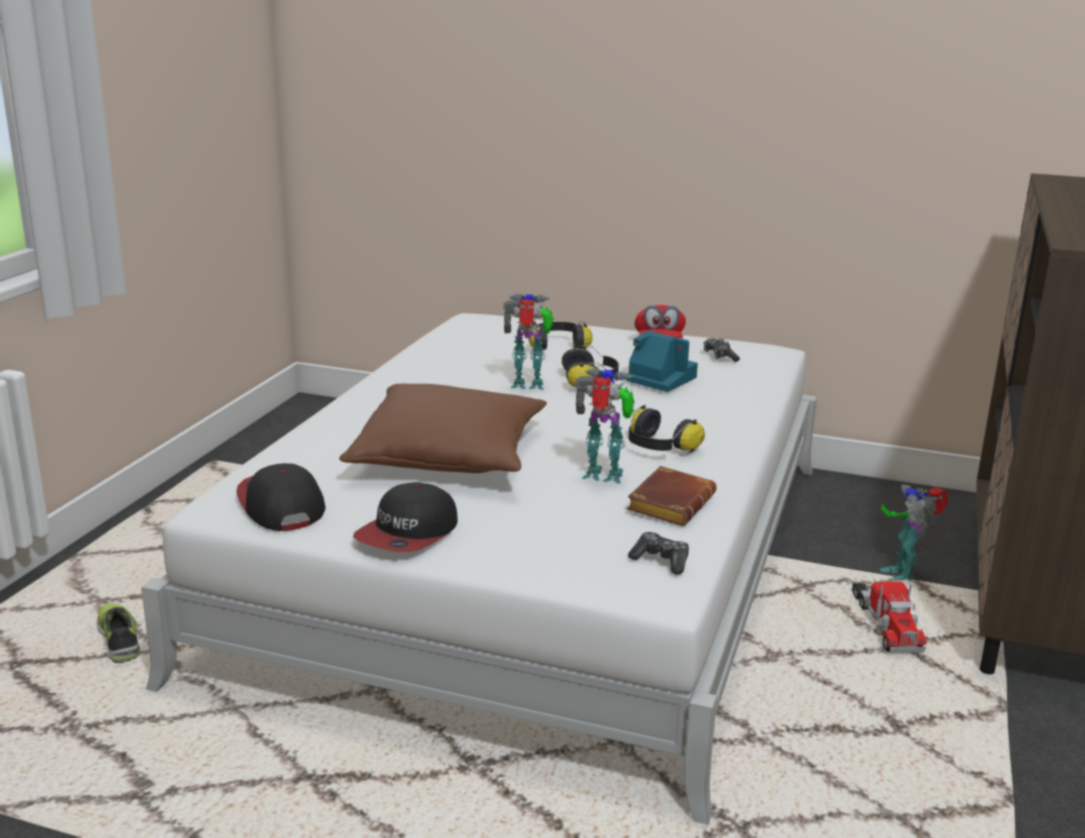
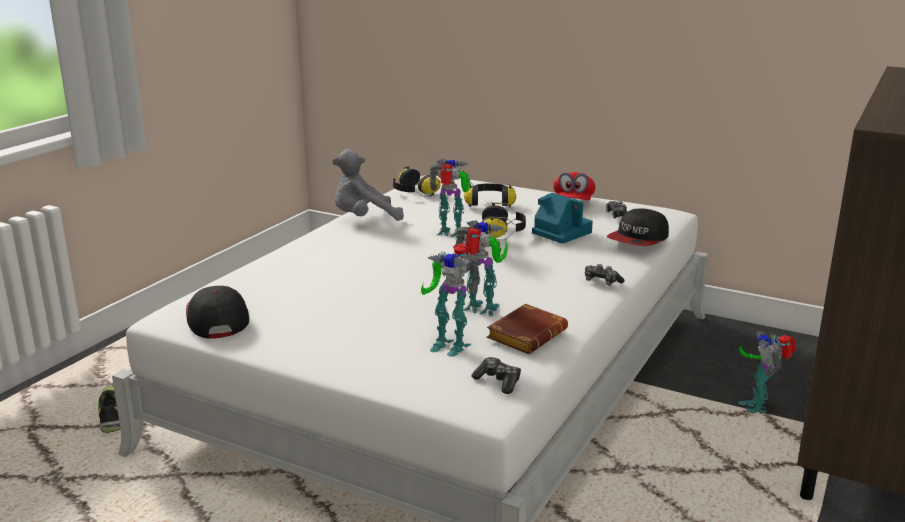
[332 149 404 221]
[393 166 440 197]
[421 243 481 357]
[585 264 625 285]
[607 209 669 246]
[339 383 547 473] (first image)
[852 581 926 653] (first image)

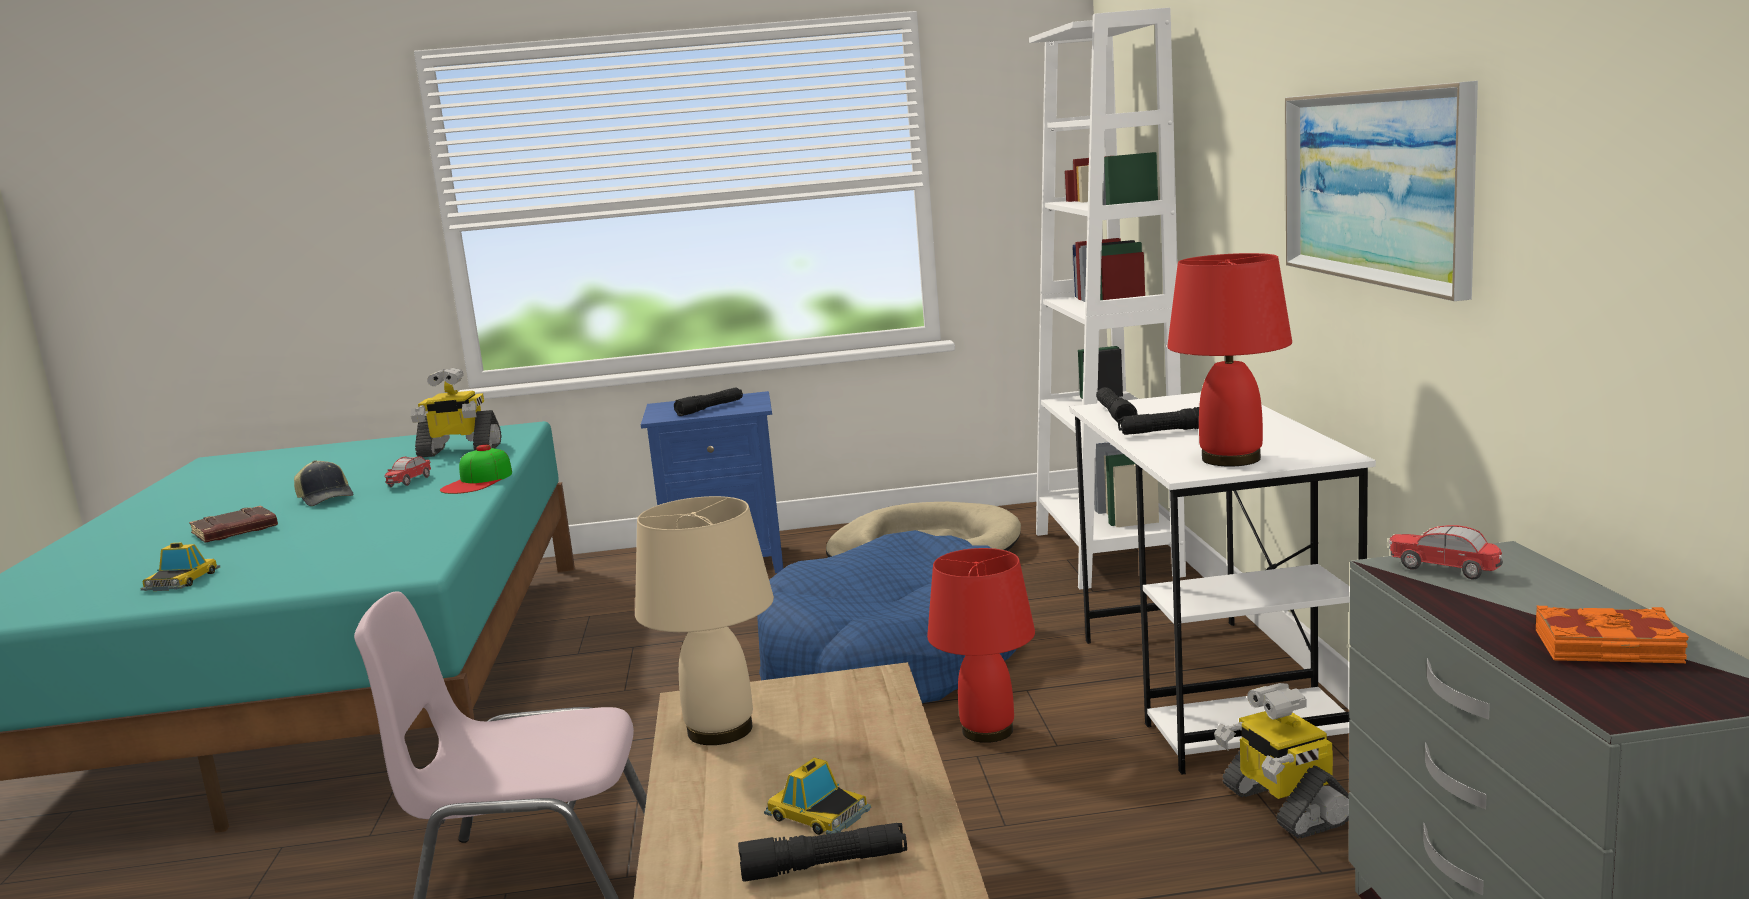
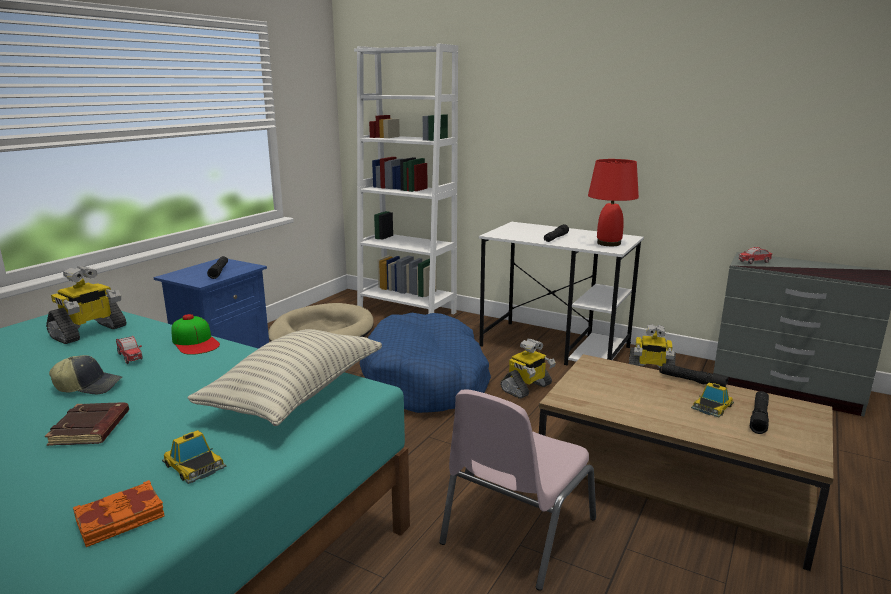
[73 480 165 547]
[188 329 382 426]
[500 339 556 399]
[660 363 728 387]
[691 383 734 417]
[635 496 774 745] (first image)
[1285 81 1478 301] (first image)

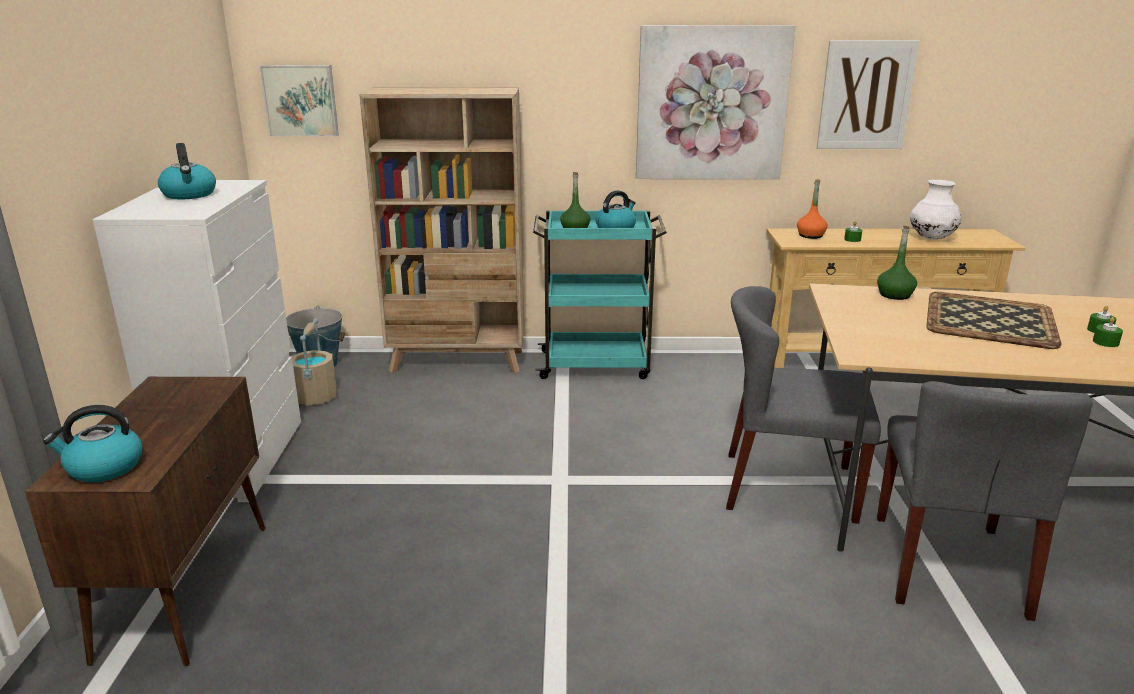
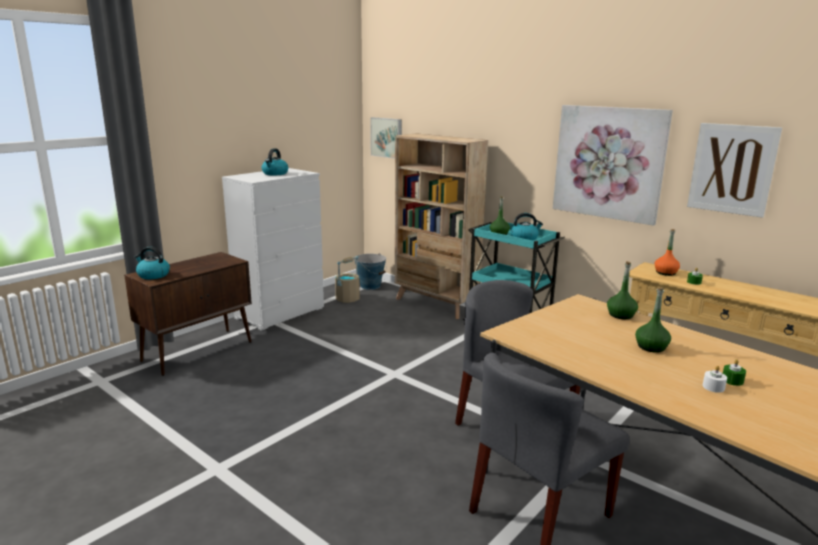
[635 287 671 353]
[703 366 727 393]
[910 180 961 240] (first image)

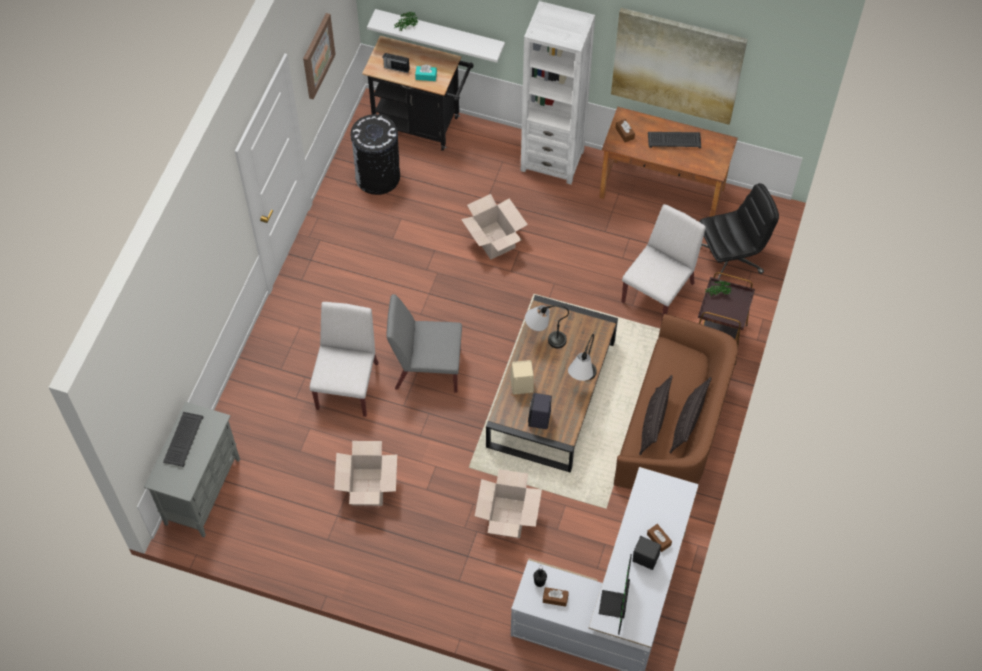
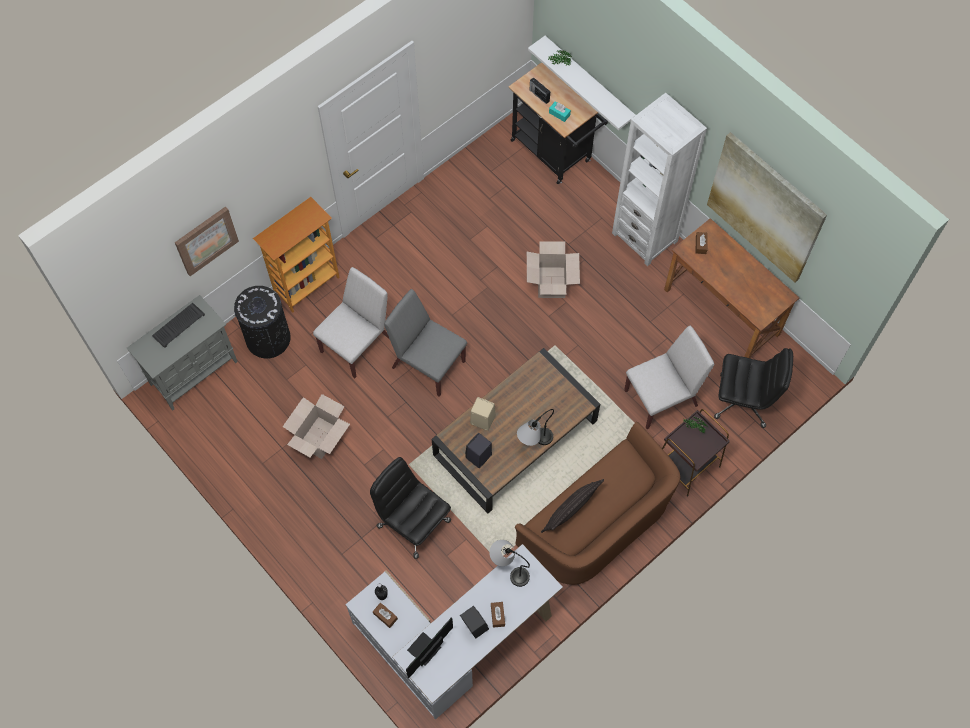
[175 206 239 276]
[234 286 291 358]
[253 197 340 313]
[370 457 451 559]
[489 540 530 587]
[648 132 701 148] (first image)
[670 377 711 453] (first image)

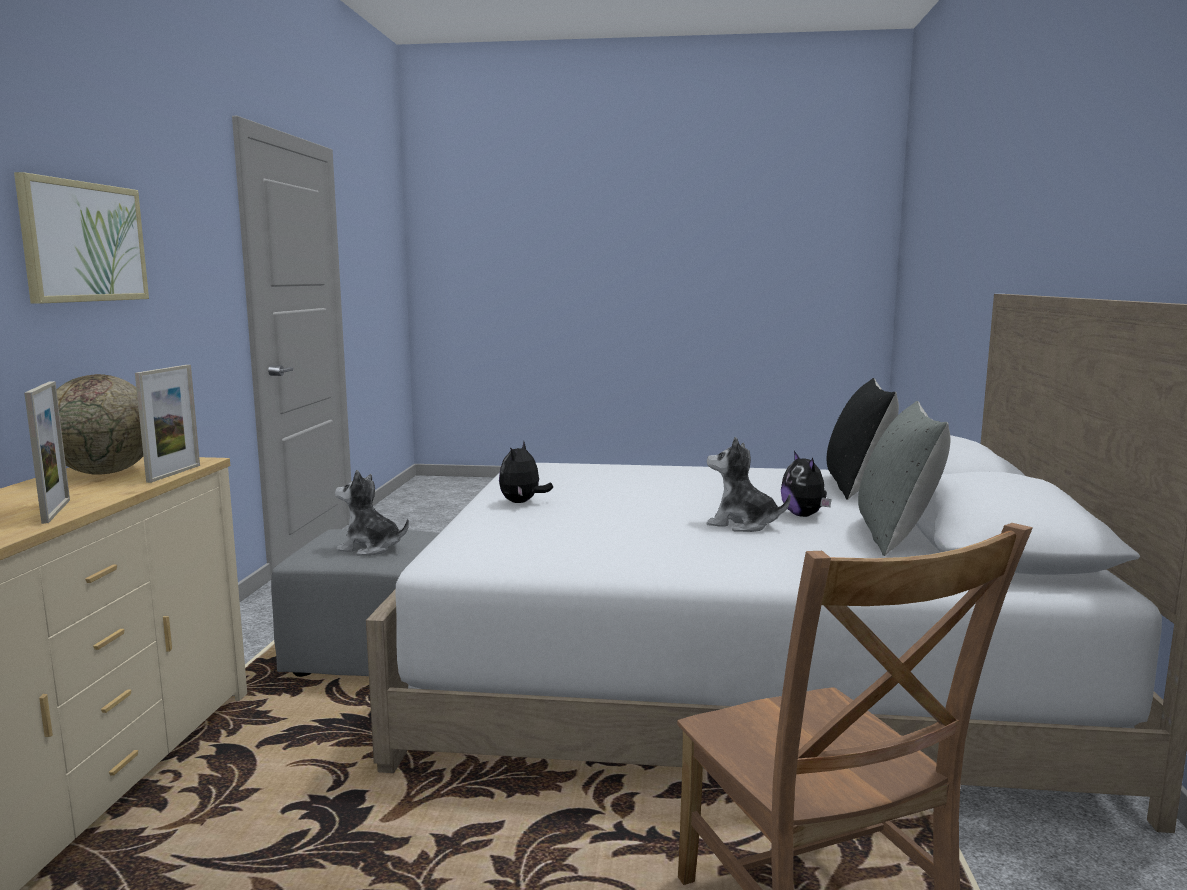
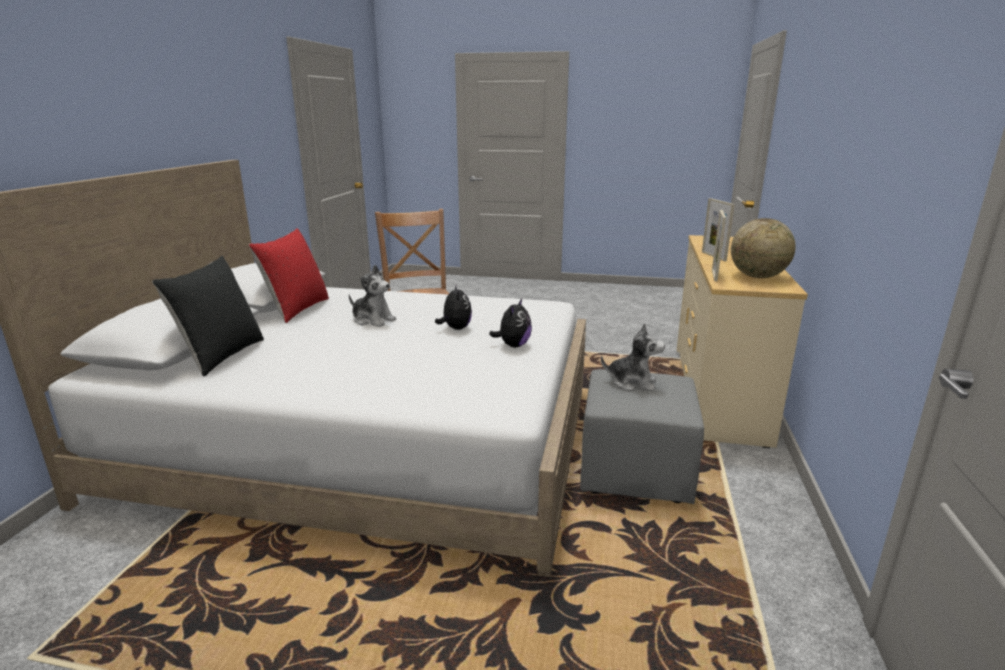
[249 228 329 323]
[435 283 472 330]
[14 172 149 304] (first image)

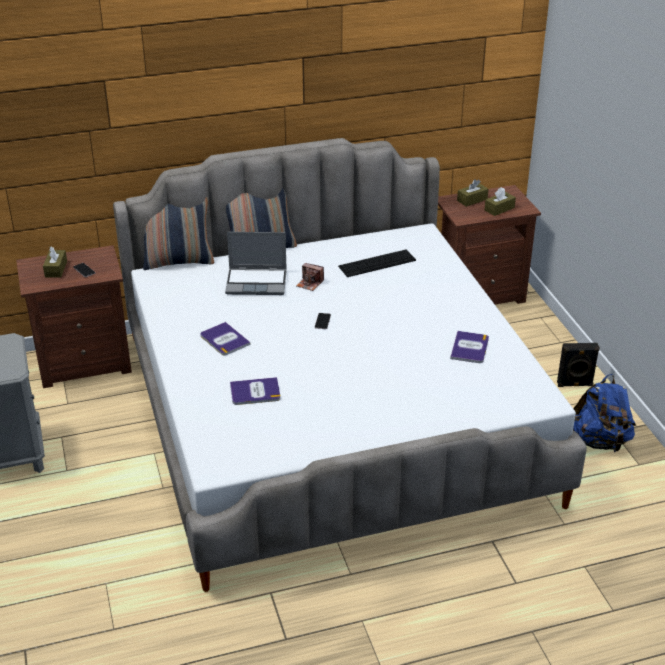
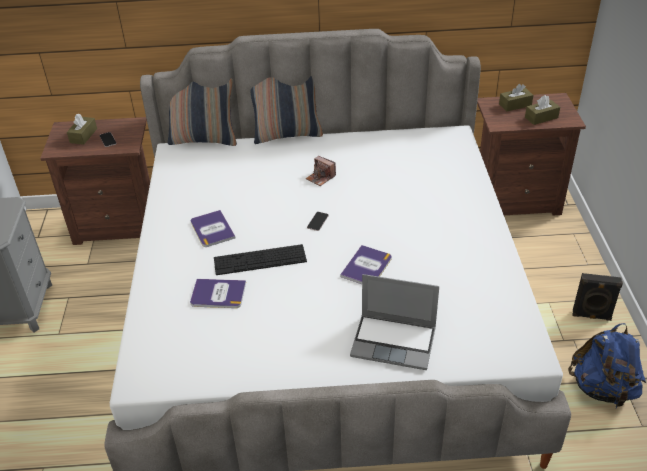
[214 244 307 275]
[340 245 392 284]
[350 274 439 370]

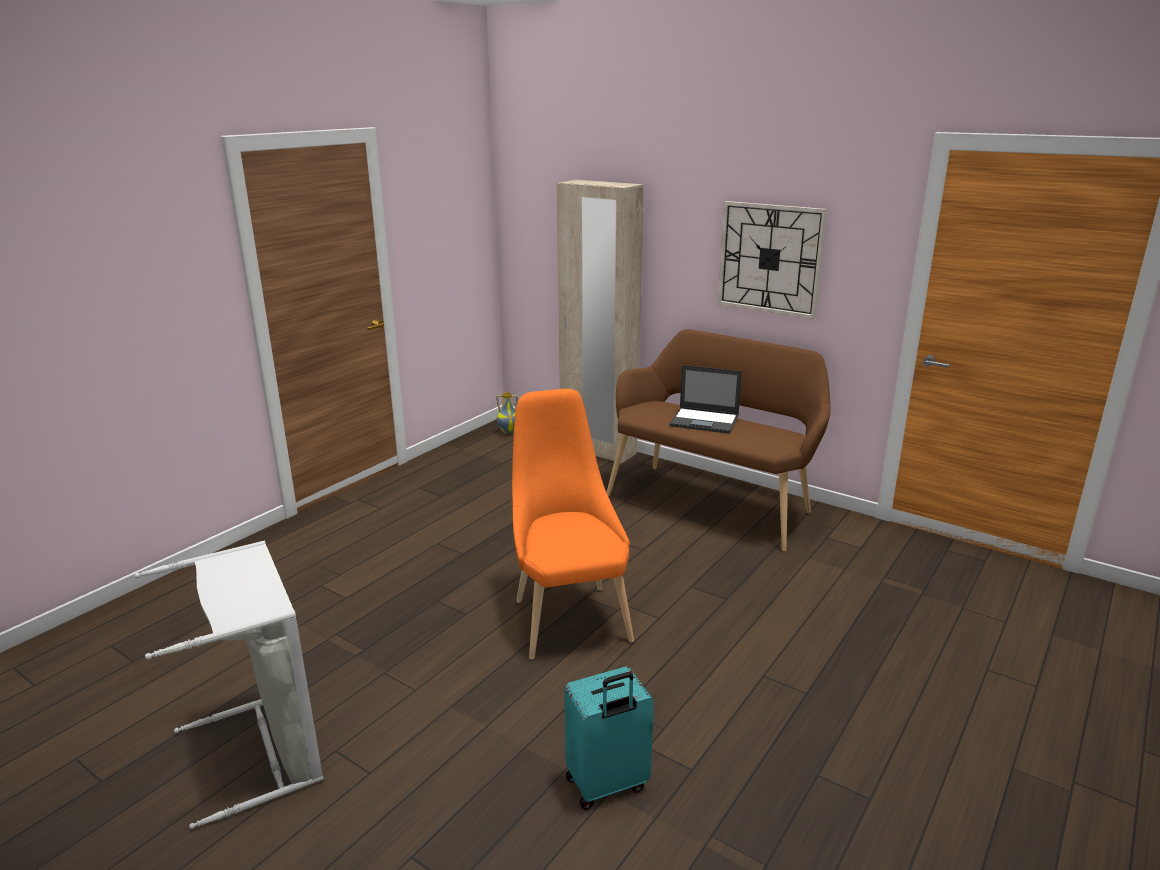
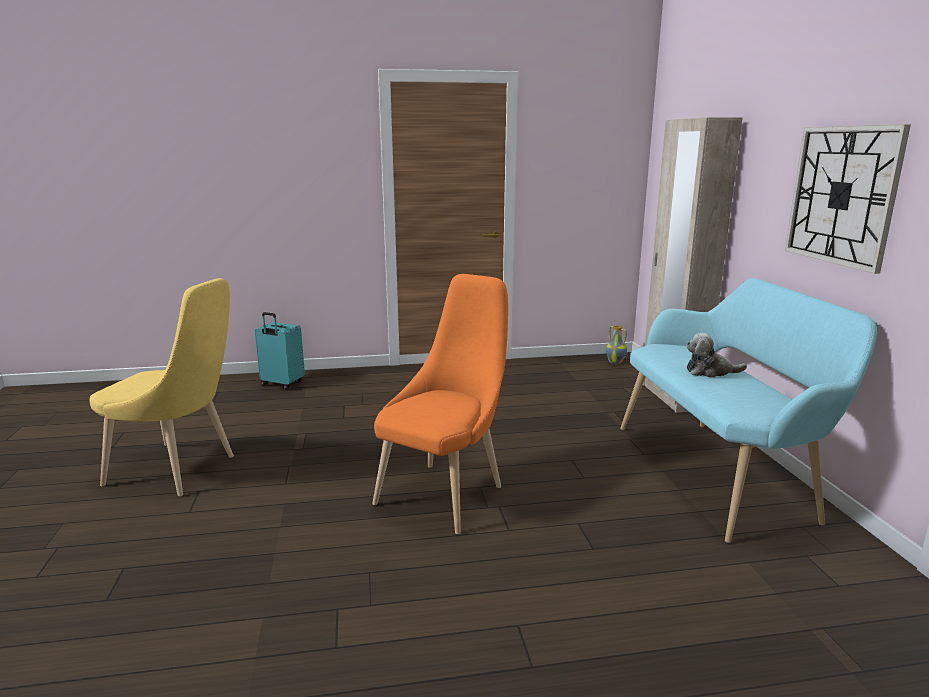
[89 278 234 496]
[255 312 305 389]
[620 278 877 543]
[686 333 747 378]

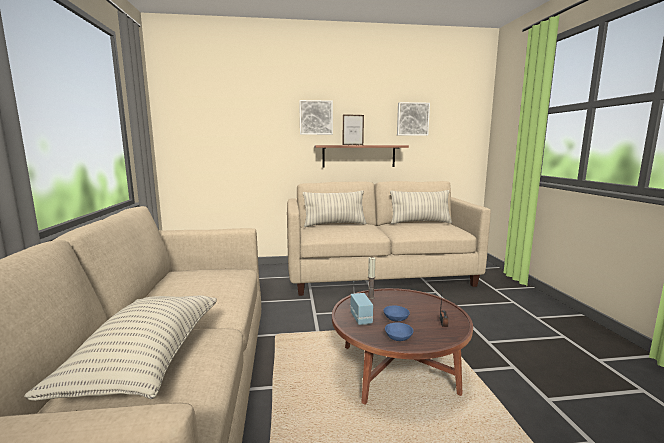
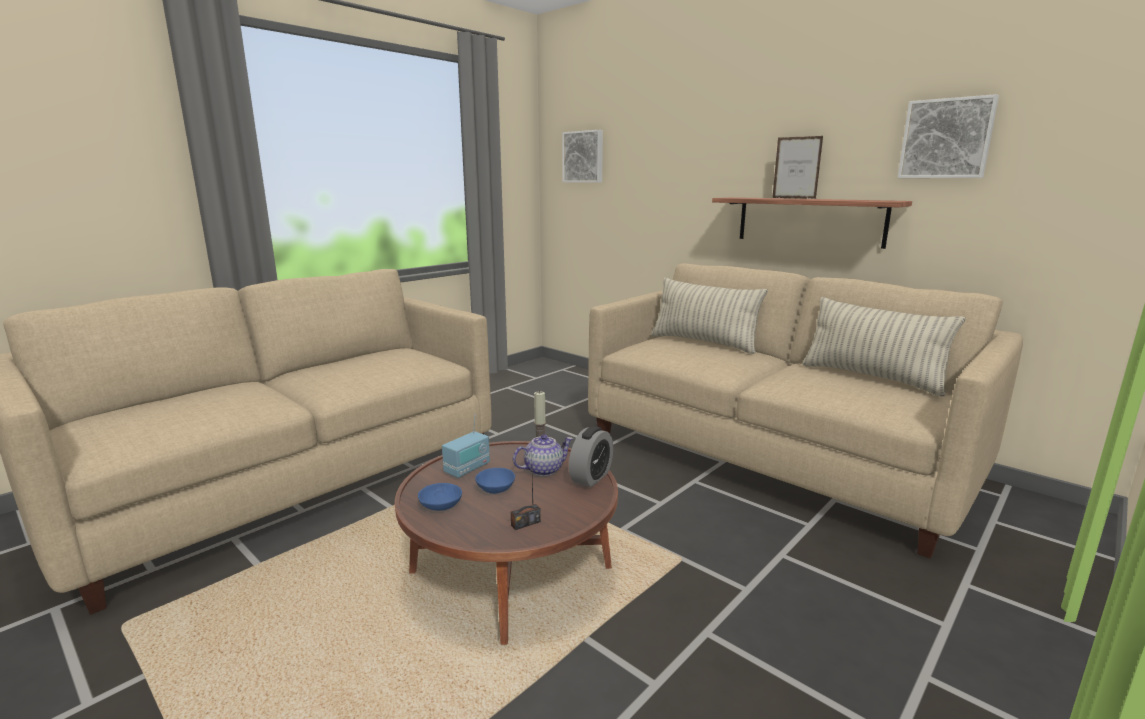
[513 434 573 476]
[562 130 603 183]
[569 426 613 487]
[24 295 217 401] (first image)

